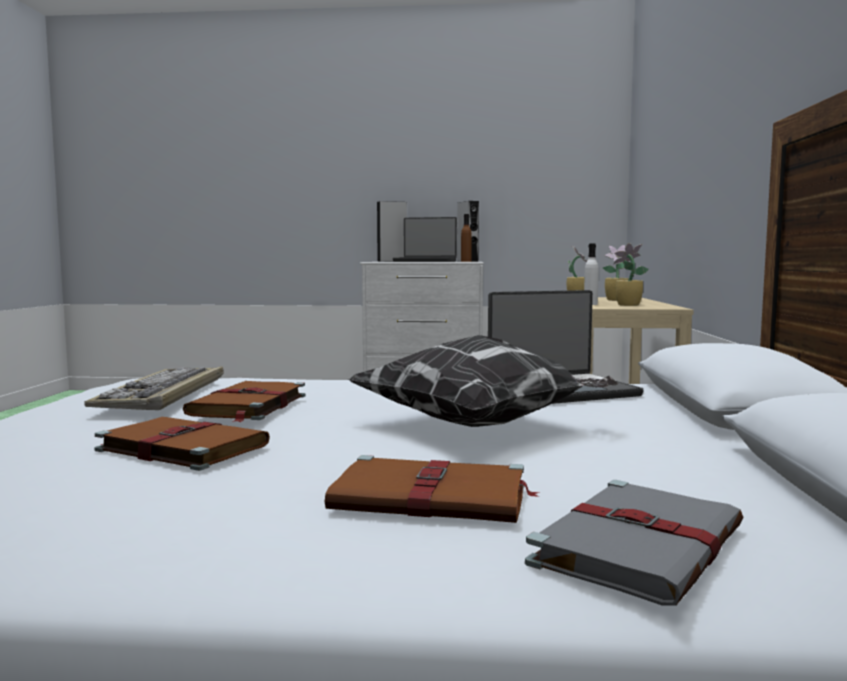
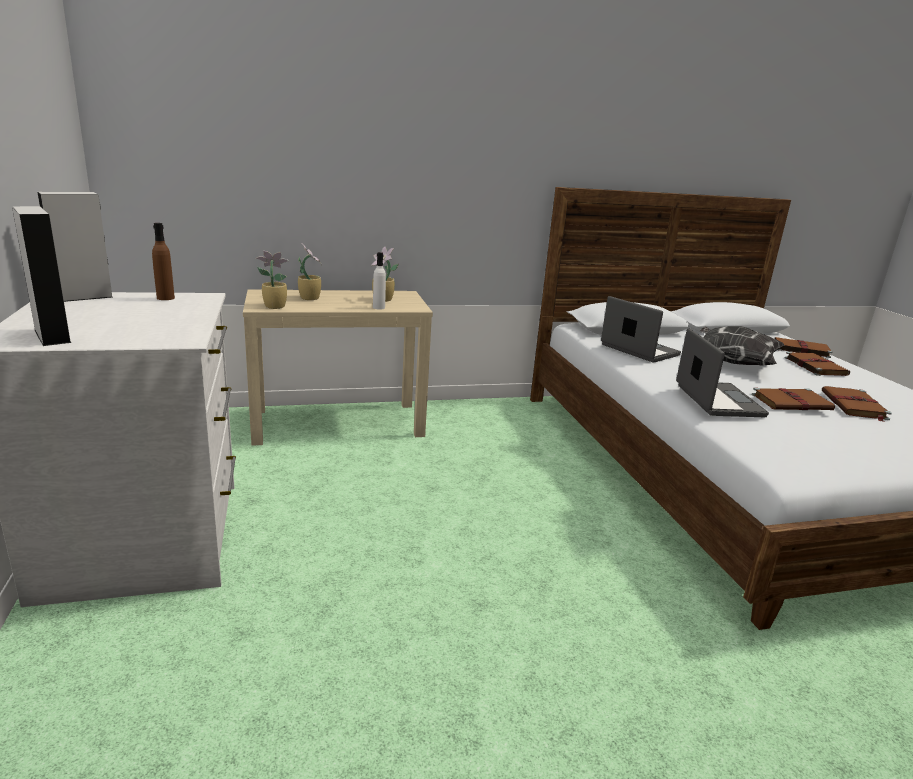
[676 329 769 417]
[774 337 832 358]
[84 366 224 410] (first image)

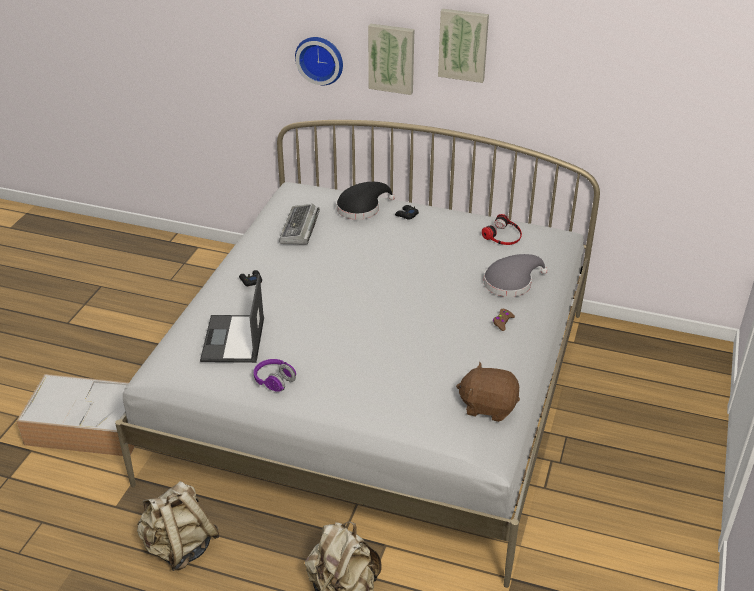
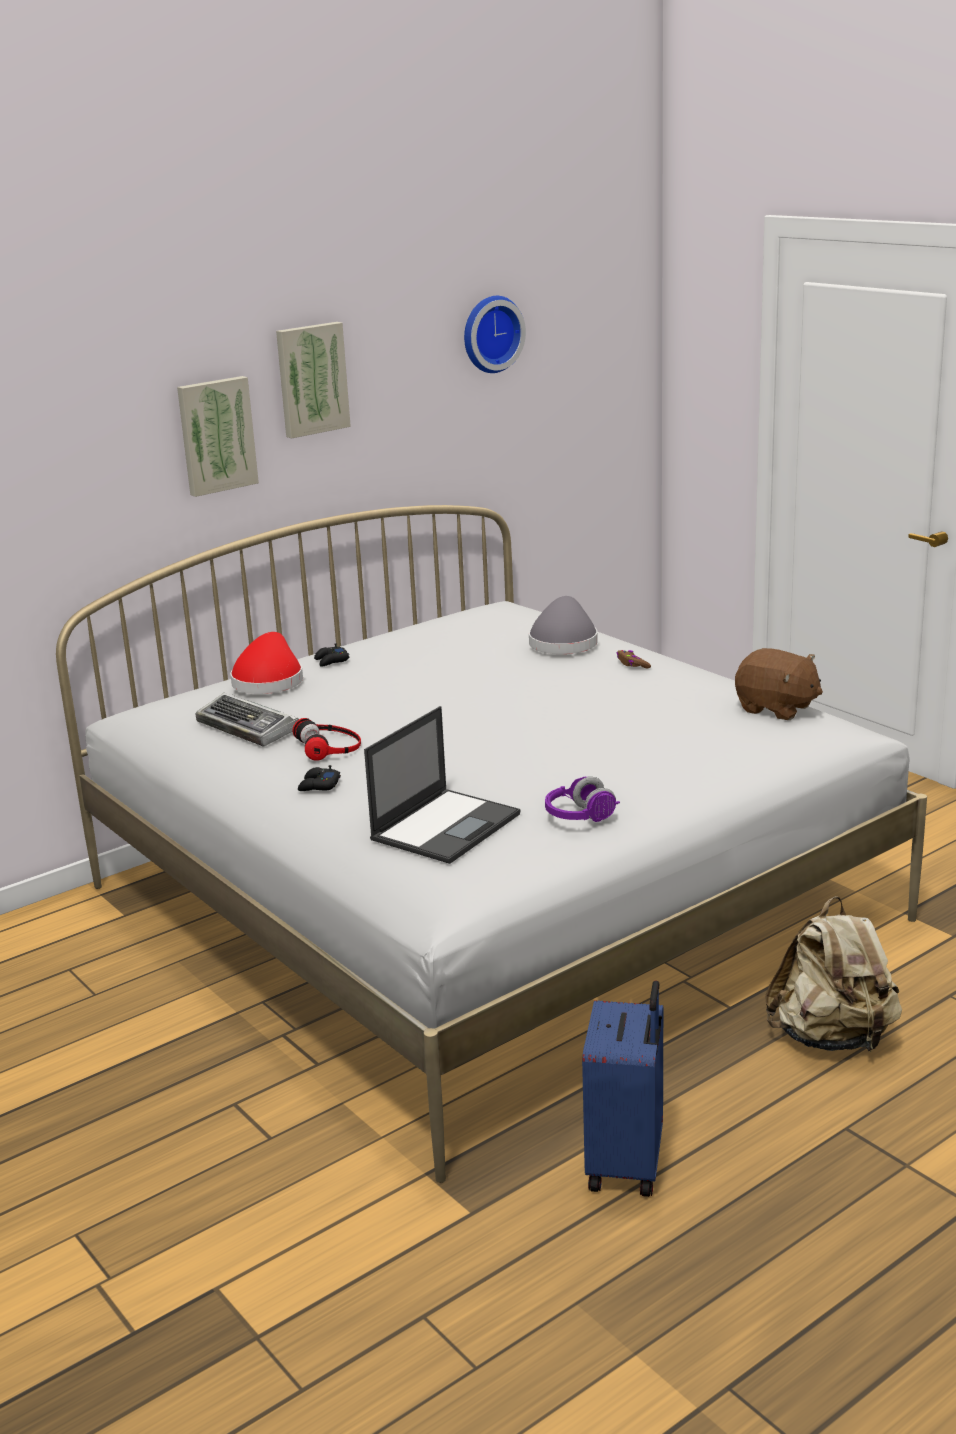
[230 632 303 694]
[293 718 361 761]
[364 706 520 864]
[464 296 526 373]
[582 981 663 1197]
[735 648 823 720]
[16 374 135 456] (first image)

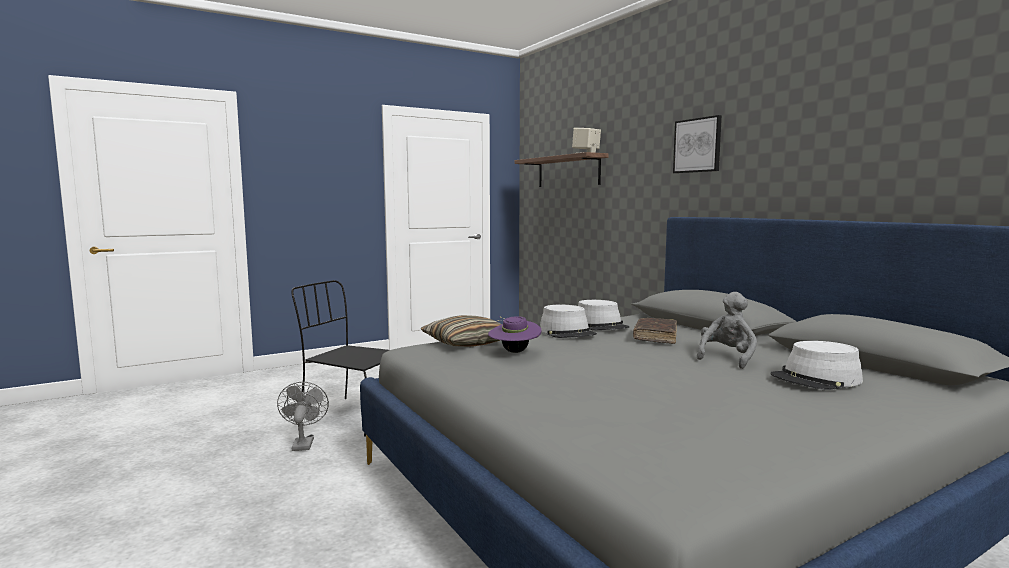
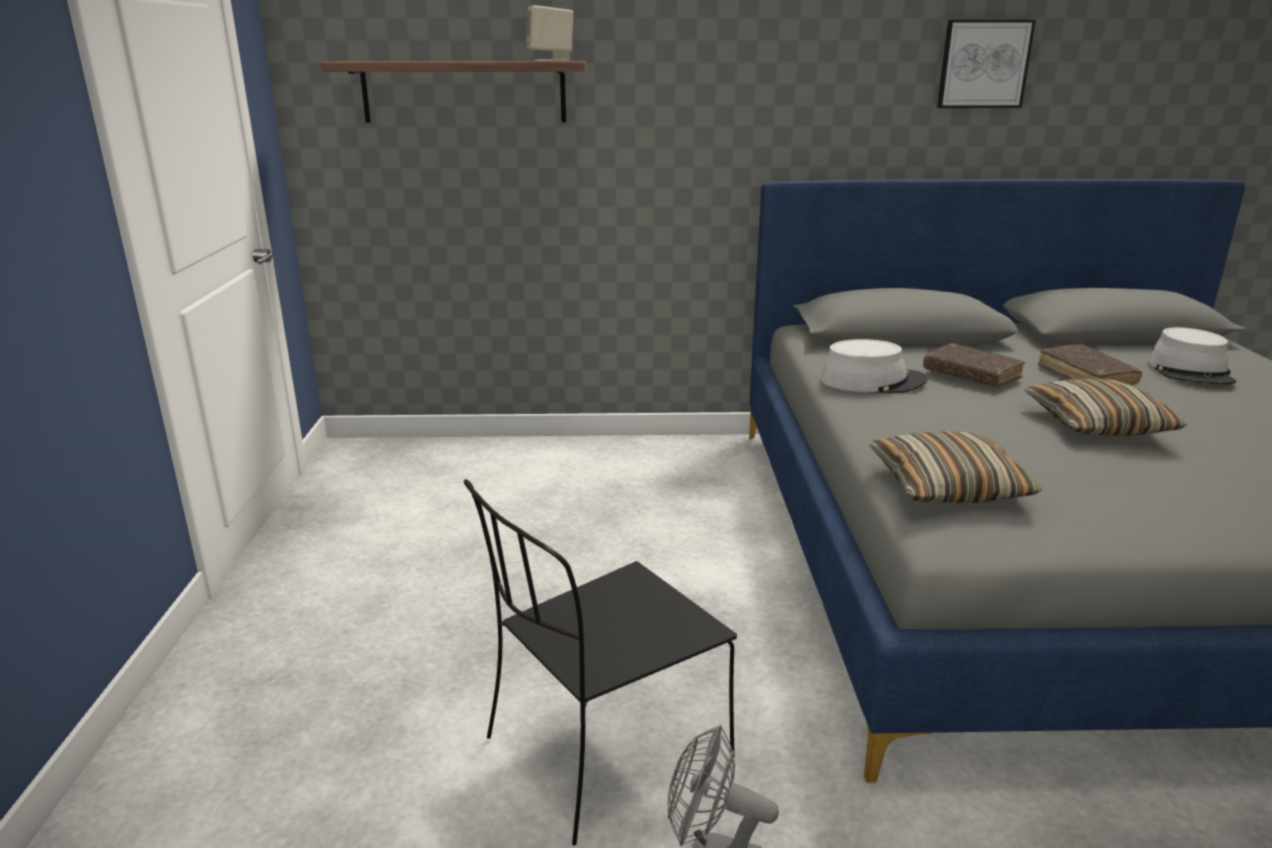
[937 20 1036 108]
[1024 379 1187 436]
[1038 345 1142 385]
[488 316 541 353] (first image)
[540 305 597 338] (first image)

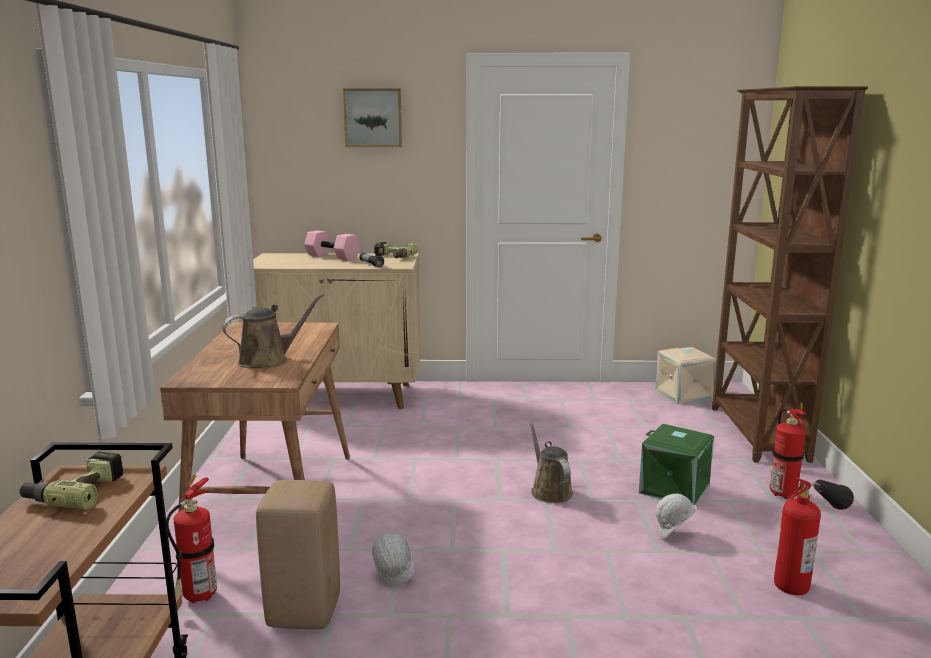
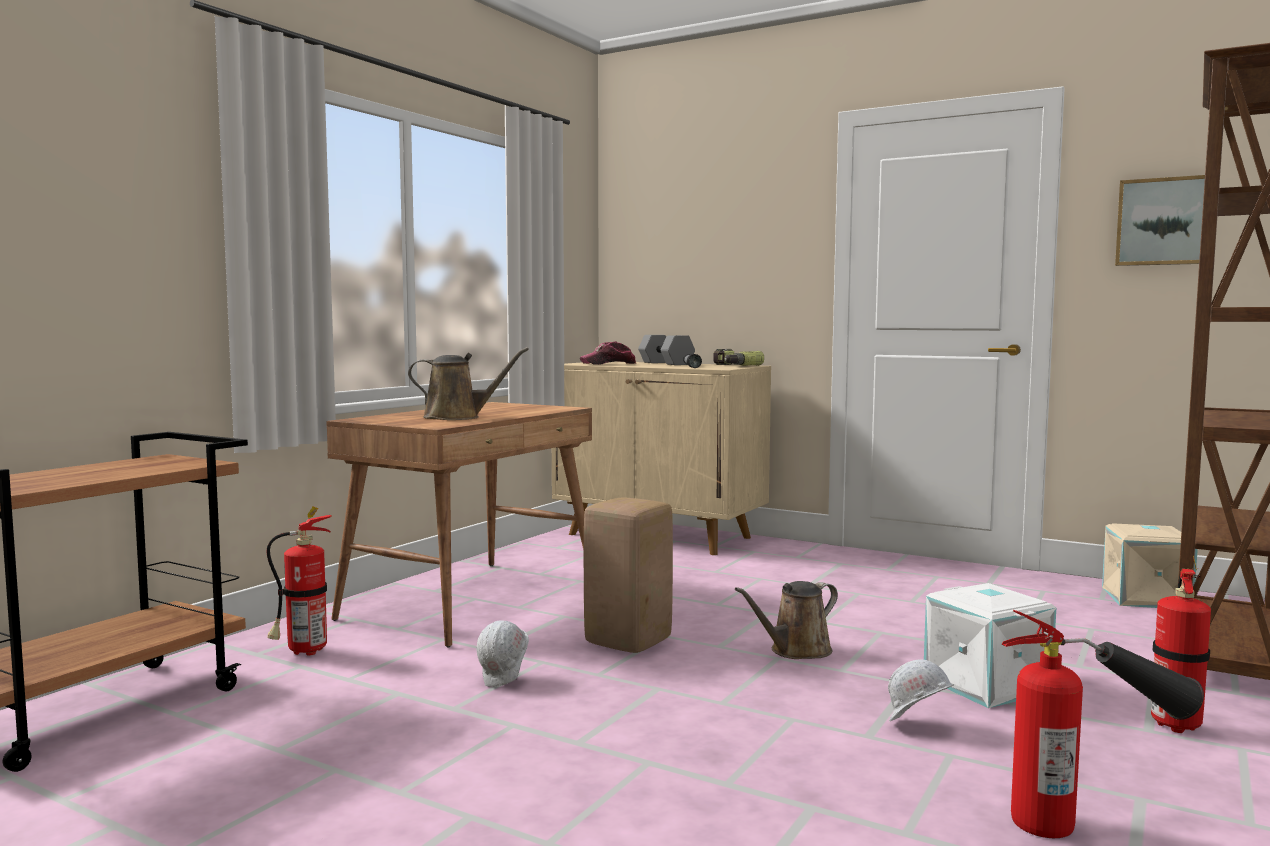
[580 341 636 365]
[584 497 673 653]
[638 335 695 365]
[735 581 838 659]
[924 583 1056 708]
[1115 175 1205 266]
[20 451 123 510] (first image)

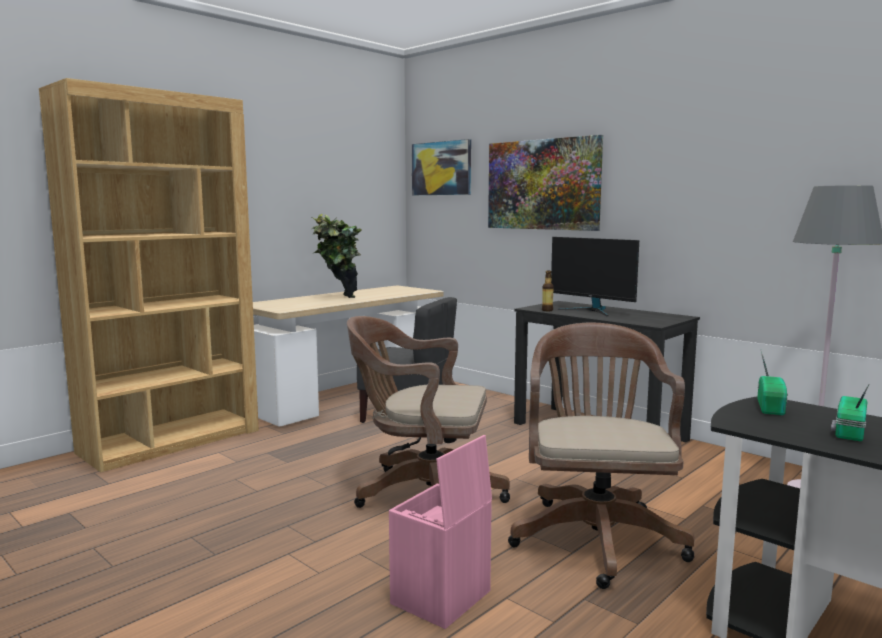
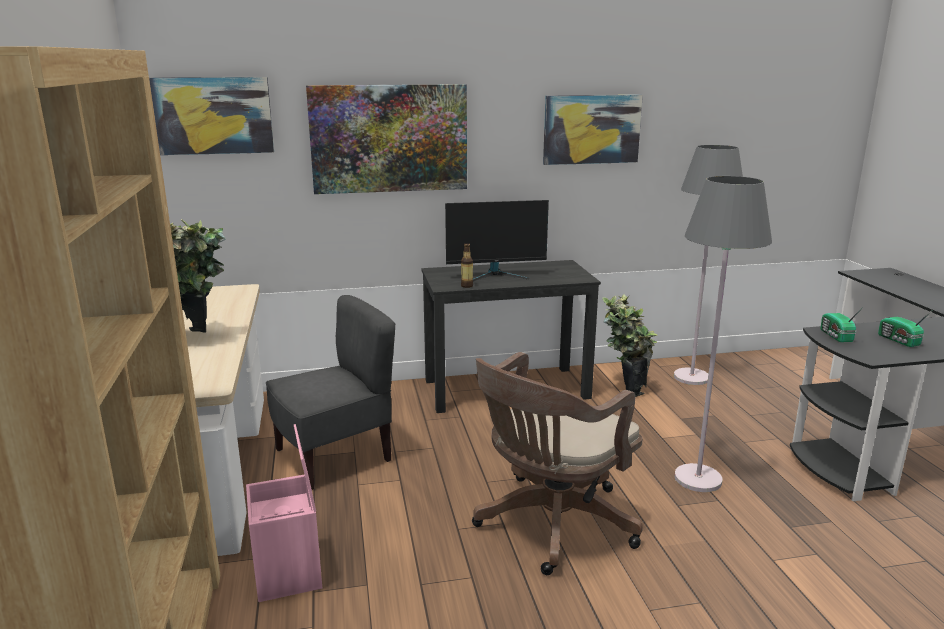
[246 424 322 602]
[543 95 643 165]
[602 294 657 397]
[674 176 772 492]
[820 307 863 342]

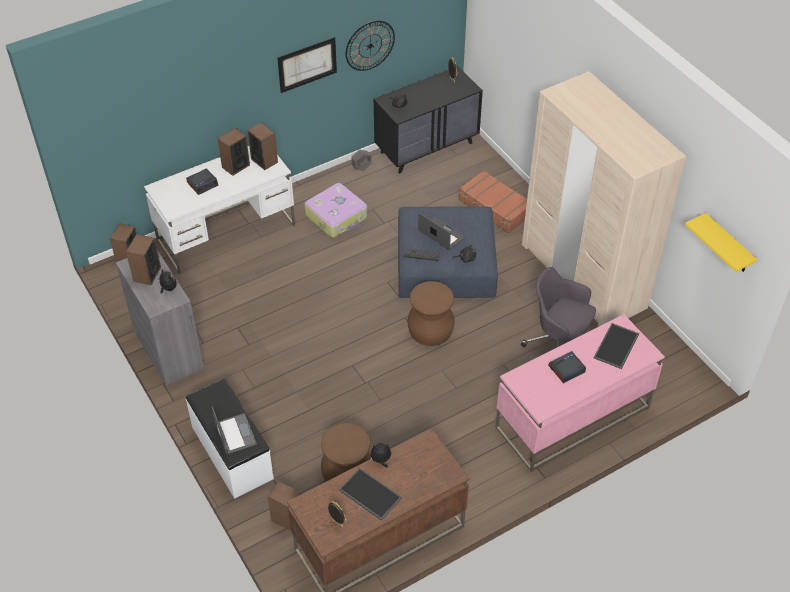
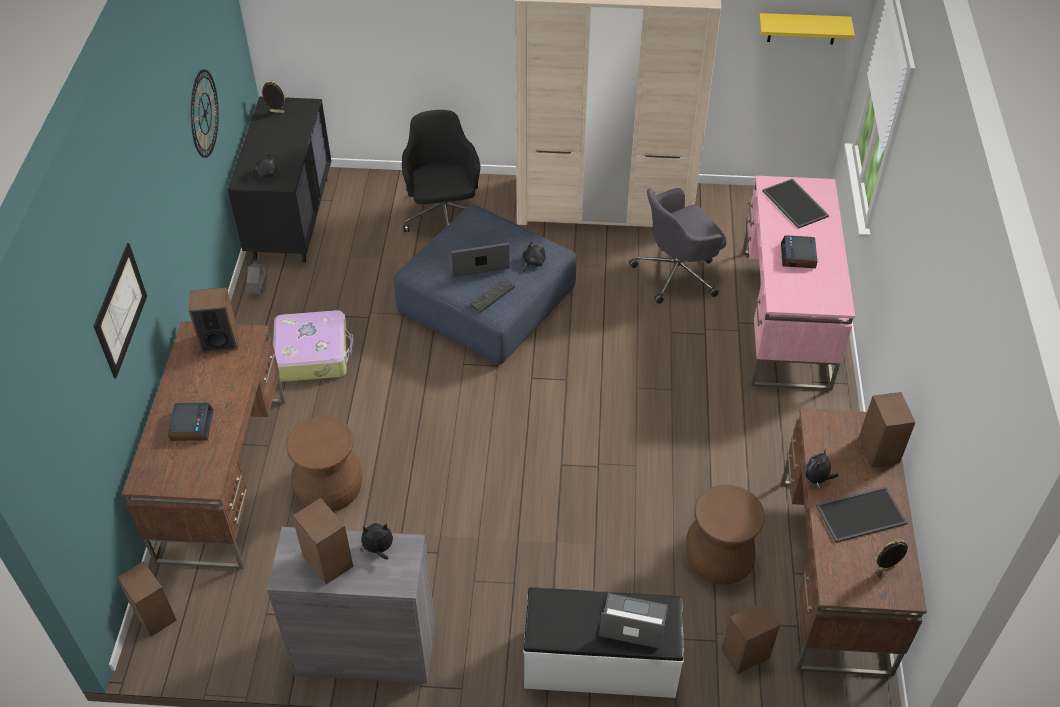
[94 243 147 379]
[122 321 286 569]
[286 416 362 512]
[402 110 481 232]
[859 392 916 467]

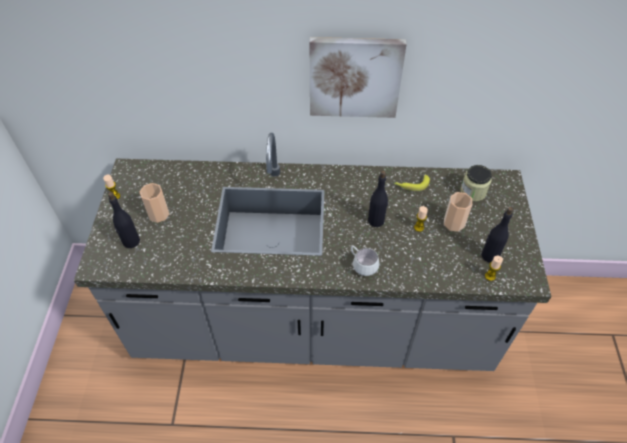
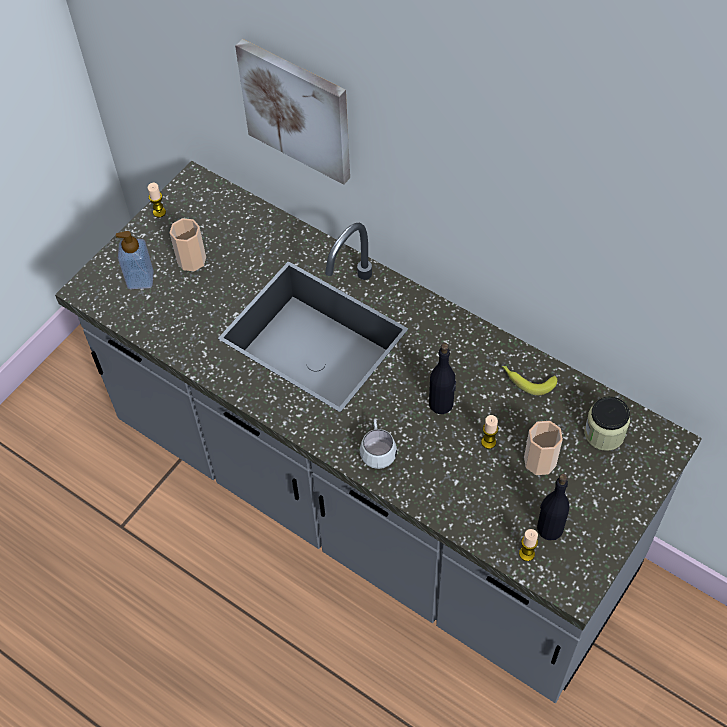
[116 231 154 289]
[235 39 350 185]

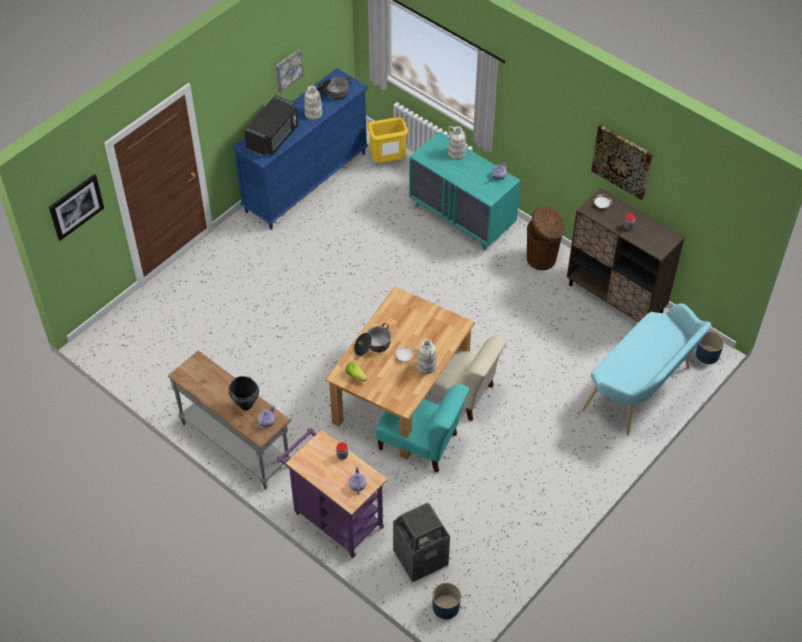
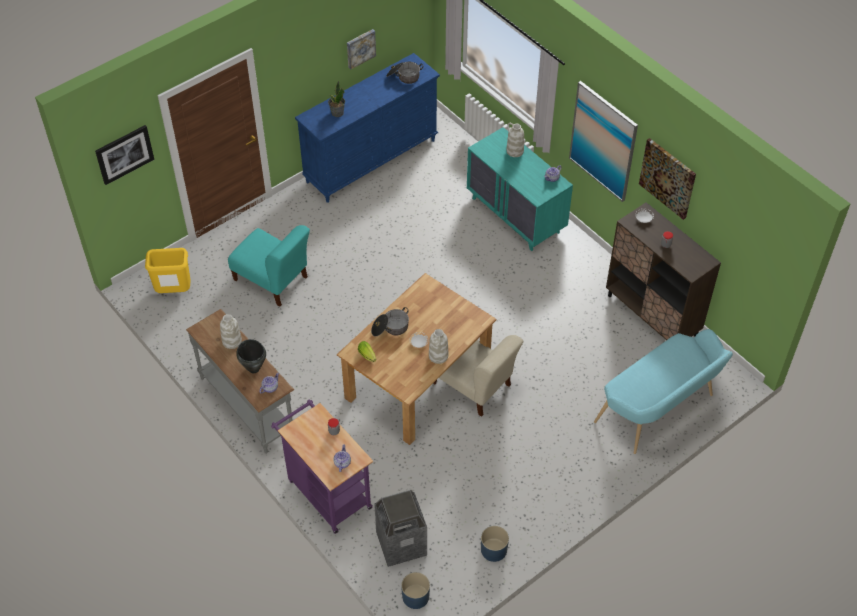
[145 248 191 293]
[220 314 242 349]
[228 225 310 307]
[328 81 345 117]
[481 526 509 562]
[569 81 638 202]
[527 206 565 270] (first image)

